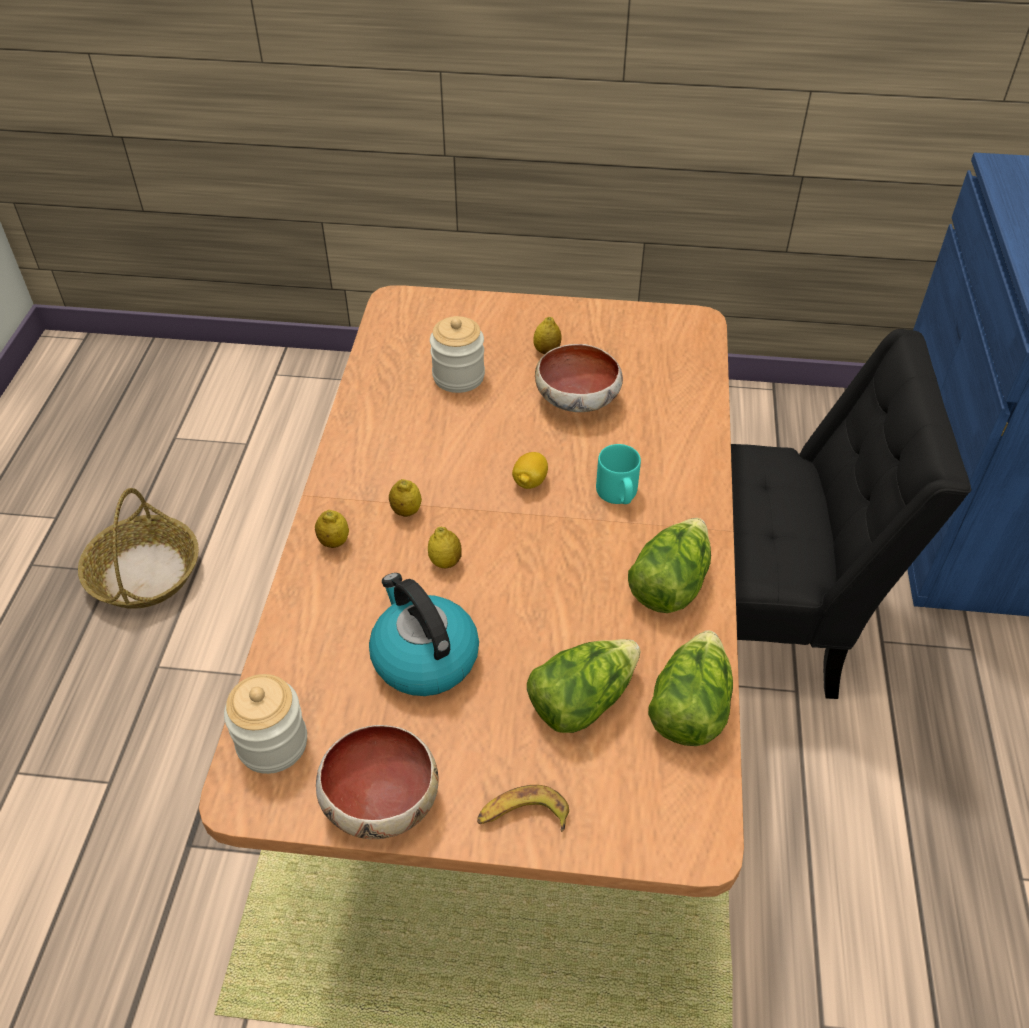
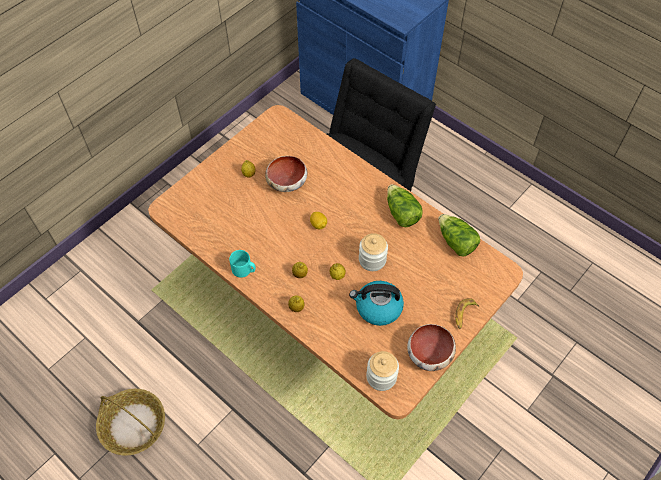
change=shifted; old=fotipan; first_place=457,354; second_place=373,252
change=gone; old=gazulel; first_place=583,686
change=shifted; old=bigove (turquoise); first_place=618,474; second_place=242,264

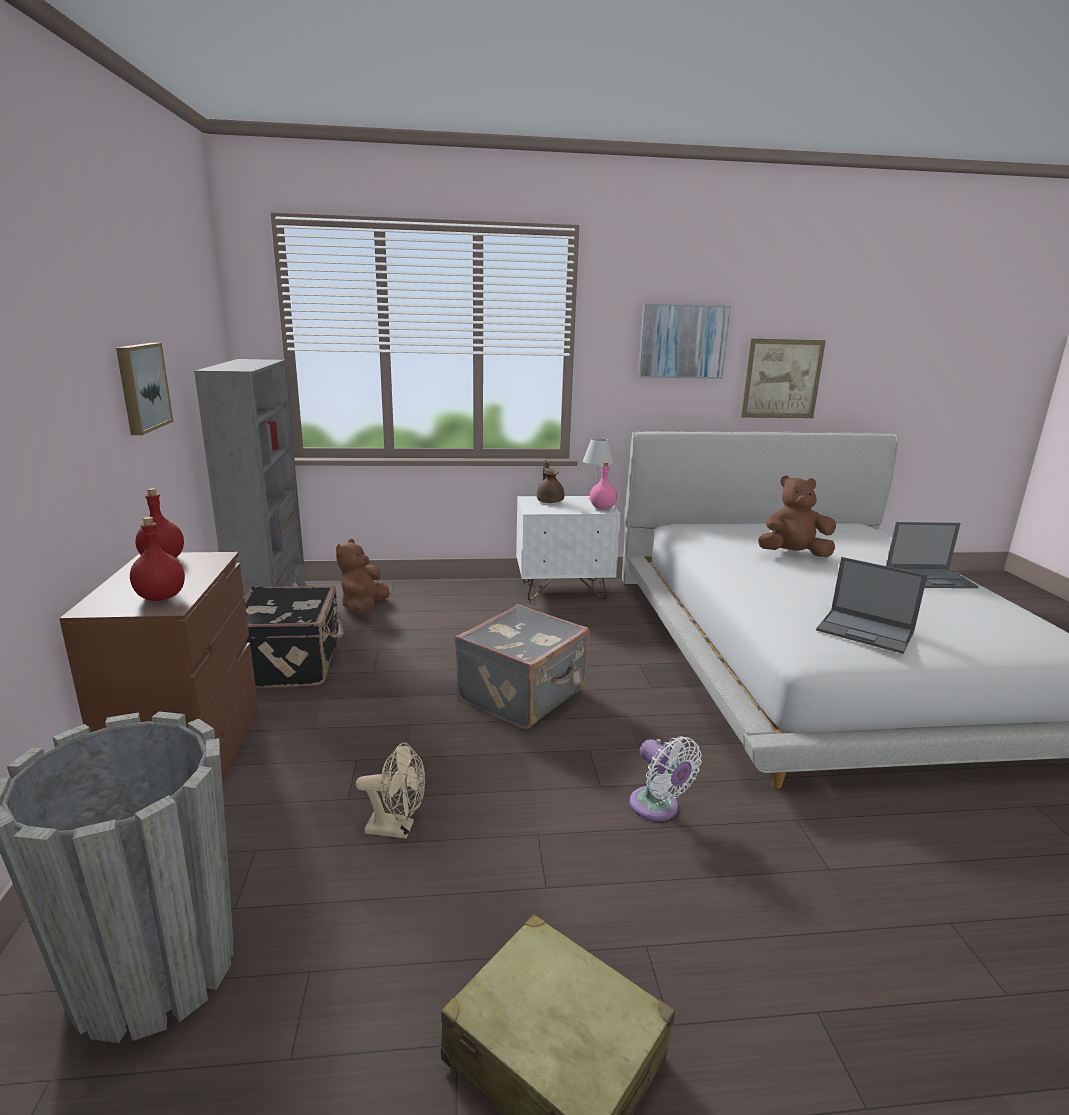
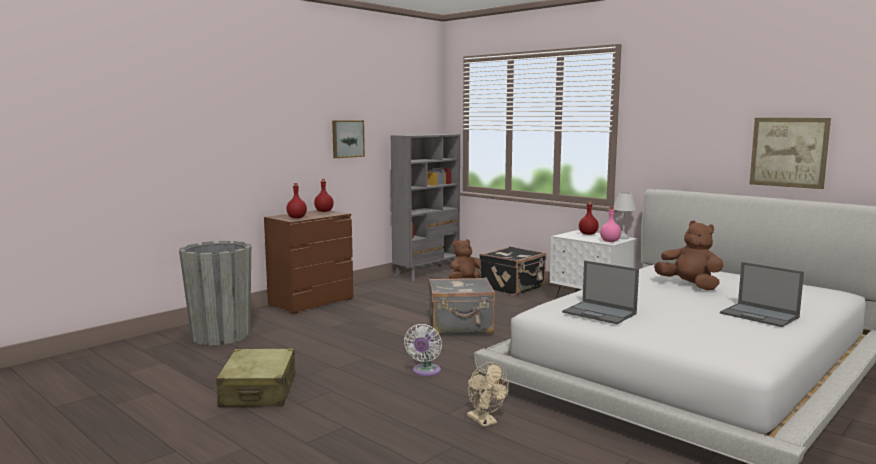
change=shifted; old=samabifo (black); first_place=294,637; second_place=513,271
change=shifted; old=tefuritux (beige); first_place=390,790; second_place=488,394
change=swapped; old=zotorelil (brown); new=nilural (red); first_place=550,481; second_place=589,218
change=gone; old=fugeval; first_place=684,341
change=rotated; old=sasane; first_place=871,605; second_place=600,292; degrees=-45

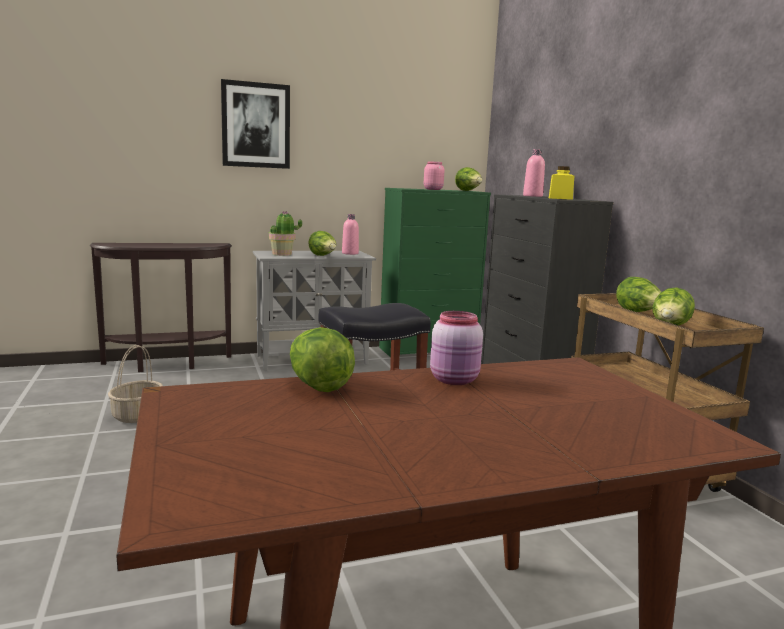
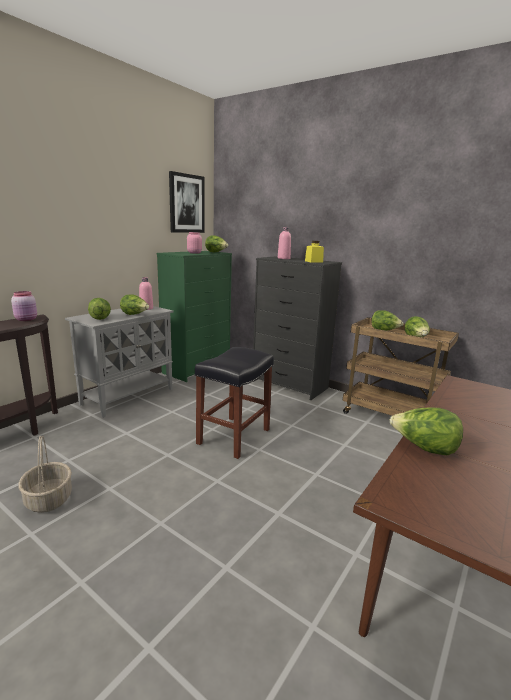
change=shifted; old=fugeval; first_place=255,124; second_place=187,202
change=swapped; old=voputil; new=gazulel; first_place=285,233; second_place=99,309
change=shifted; old=fotipan (pink); first_place=456,348; second_place=24,306

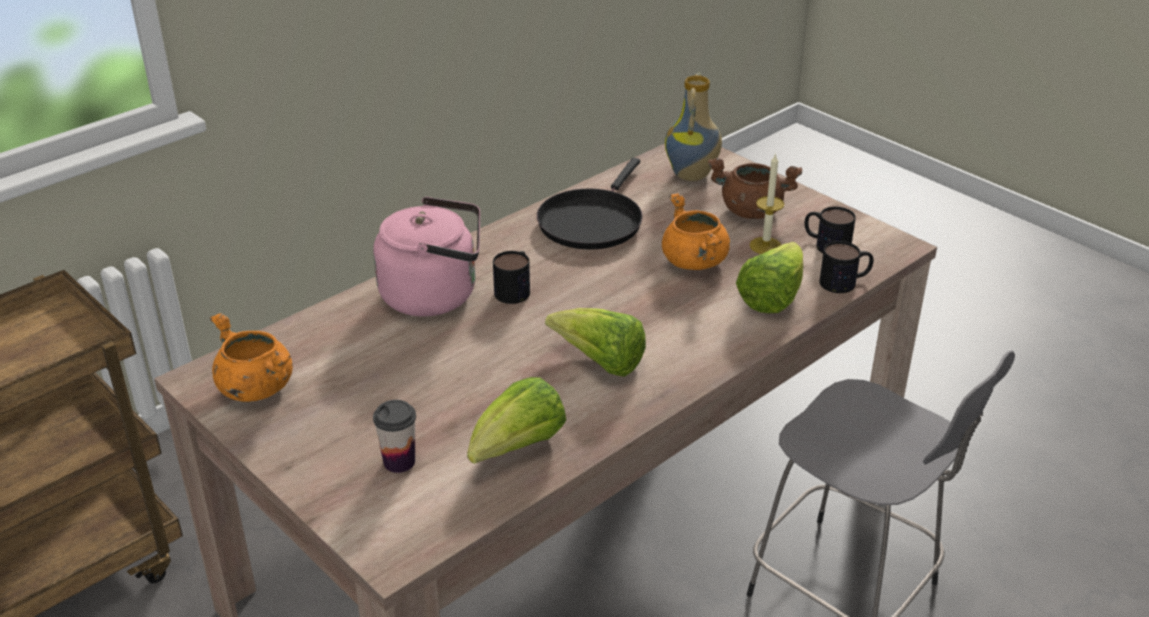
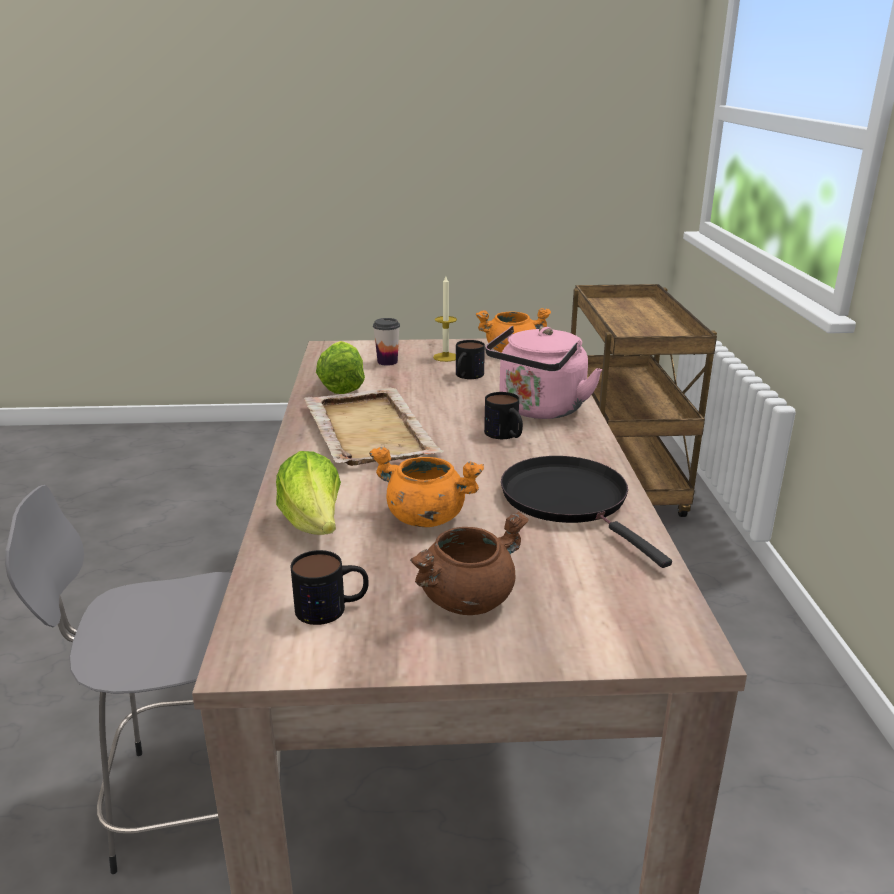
change=swapped; old=gazulel; new=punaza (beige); first_place=595,342; second_place=374,426
change=gone; old=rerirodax; first_place=693,126
change=shifted; old=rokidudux; first_place=767,203; second_place=445,319
change=shifted; old=bigove; first_place=847,267; second_place=470,359

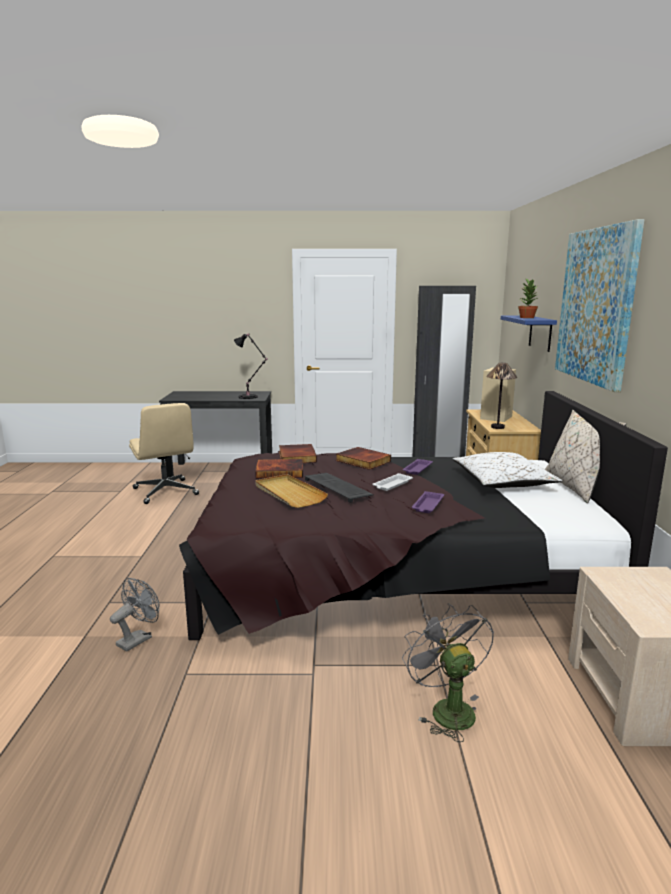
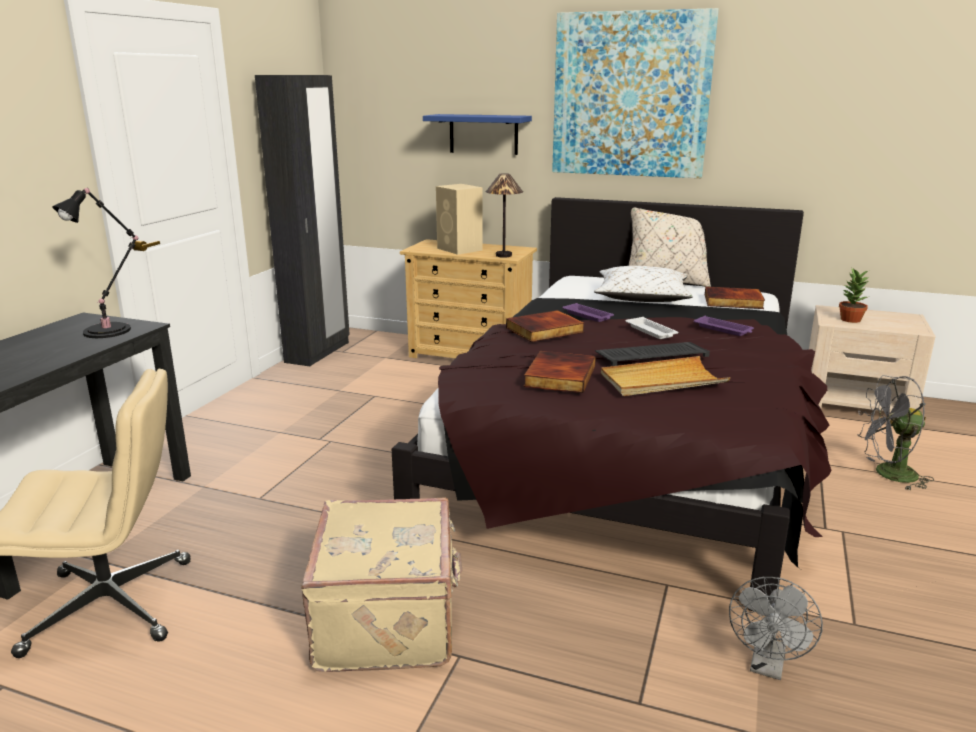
change=rotated; old=tefuritux (grey); first_place=135,615; second_place=776,628; degrees=-120
change=shifted; old=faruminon; first_place=298,453; second_place=735,297
change=shifted; old=voputil; first_place=528,298; second_place=854,295
change=new; new=samabifo (beige); second_place=381,585

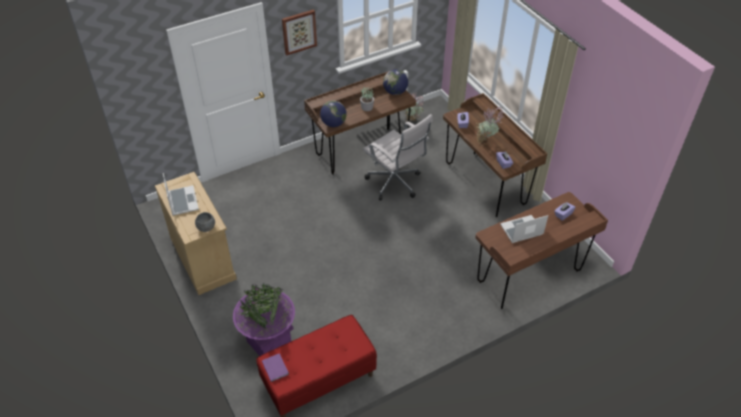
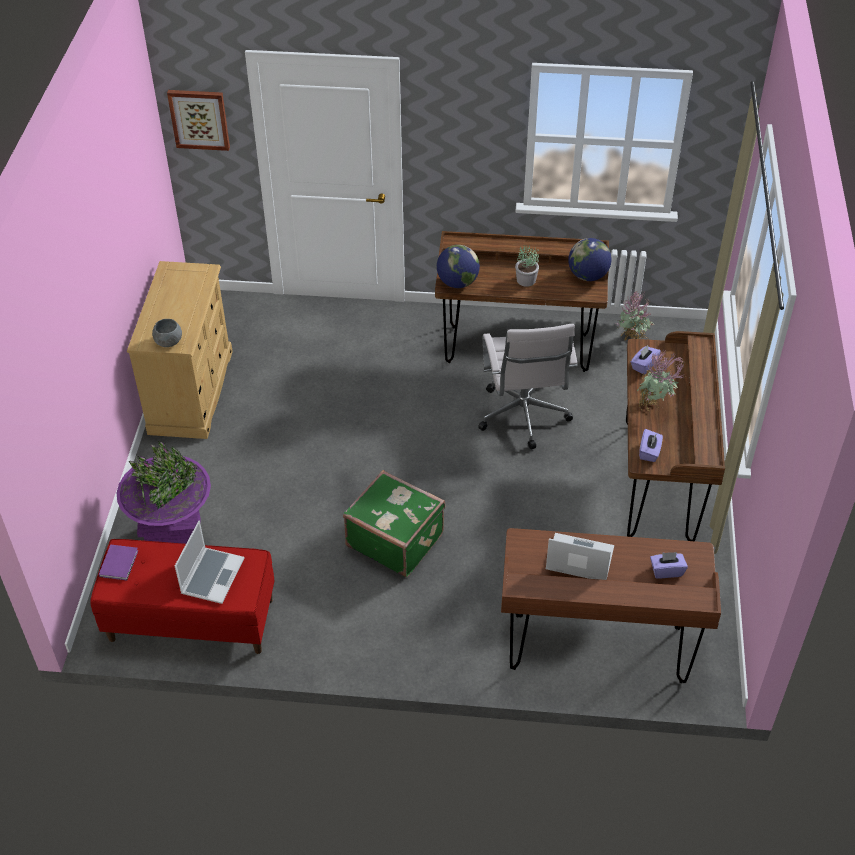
change=shifted; old=sasane; first_place=181,194; second_place=209,562
change=shifted; old=fugeval; first_place=299,32; second_place=198,120
change=new; new=samabifo (green); second_place=394,523

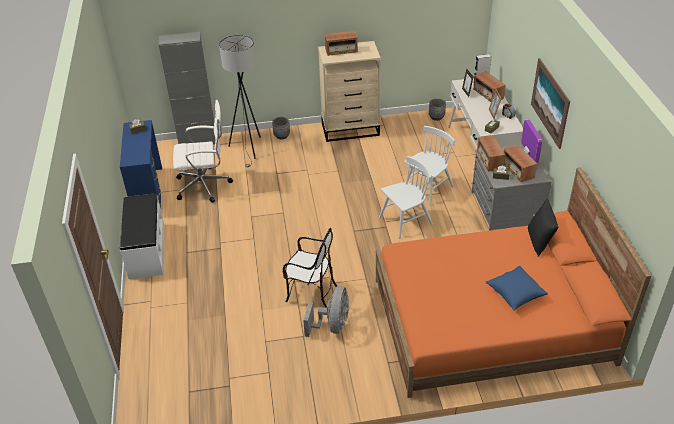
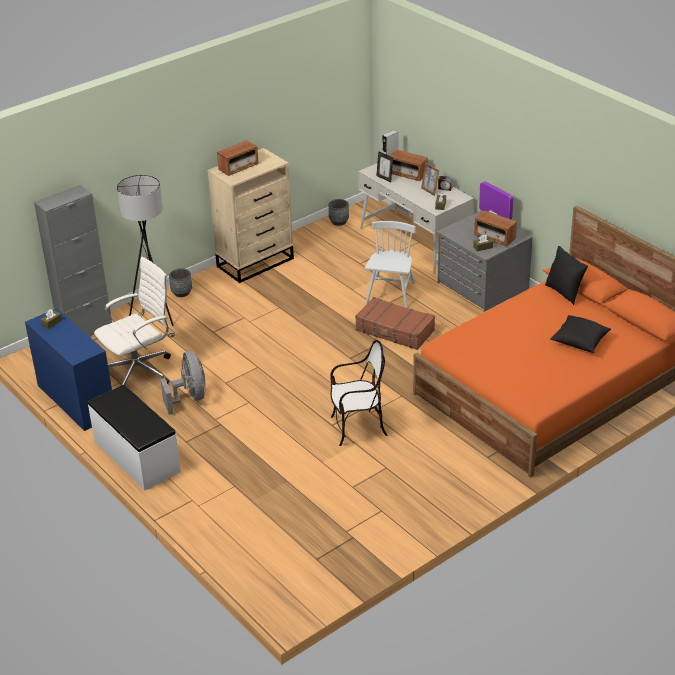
change=shifted; old=tefuritux (grey); first_place=326,311; second_place=183,383
change=swapped; old=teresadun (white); new=samabifo (brown); first_place=406,197; second_place=395,323
change=gone; old=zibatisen; first_place=491,153
change=repainted; old=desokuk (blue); new=desokuk (black); first_place=517,288; second_place=580,334
change=gone; old=fugeval; first_place=550,103

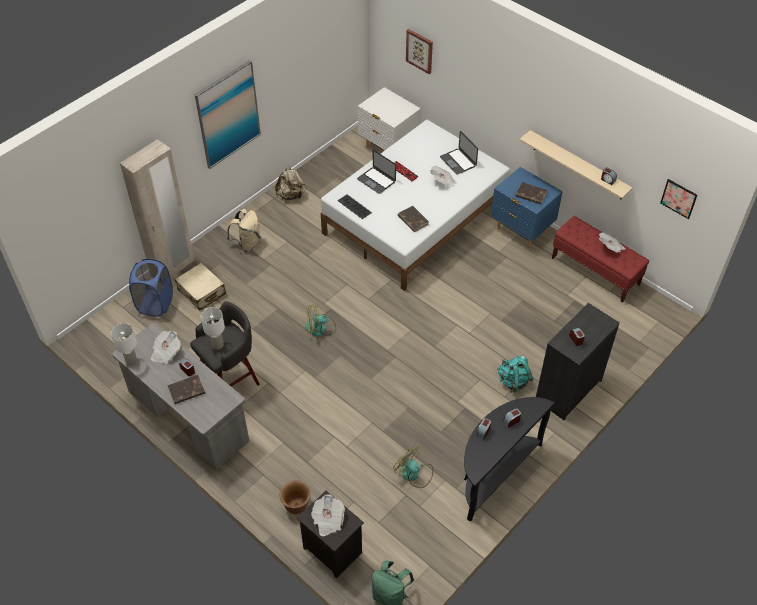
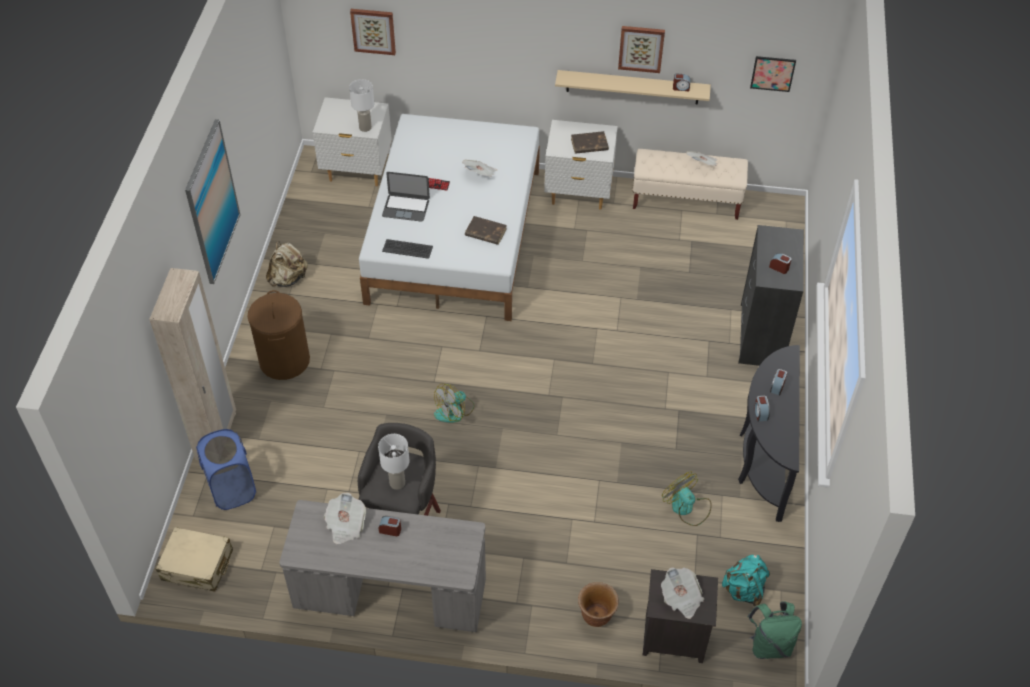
change=shifted; old=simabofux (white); first_place=124,344; second_place=361,105
change=gone; old=faruminon (brown); first_place=186,389
change=shifted; old=samabifo (beige); first_place=200,287; second_place=194,559
change=swapped; old=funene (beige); new=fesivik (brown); first_place=244,230; second_place=278,335
change=rotated; old=tefuritux; first_place=413,467; second_place=687,498; degrees=45
change=gone; old=sasane; first_place=459,153
change=repainted; old=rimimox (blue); new=rimimox (white); first_place=527,207; second_place=581,165
change=shifted; old=funene (turquoise); first_place=515,374; second_place=746,580
change=repainted; old=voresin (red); new=voresin (beige); first_place=600,259; second_place=690,184
change=new; new=fugeval; second_place=641,49

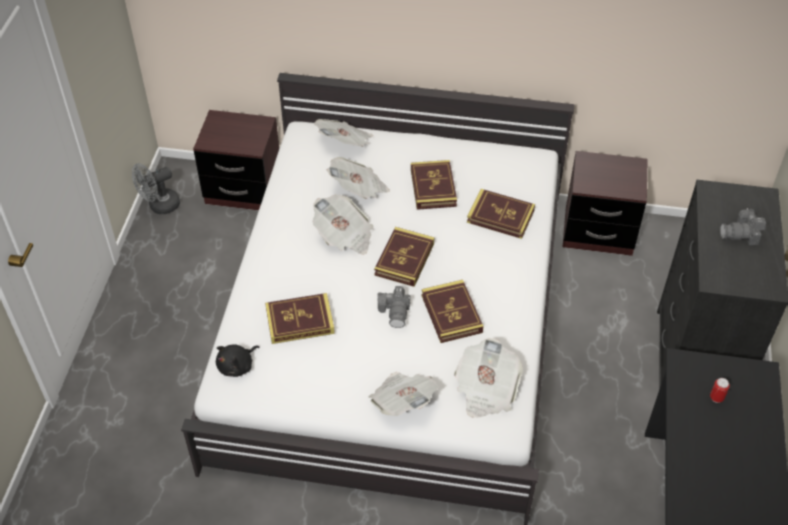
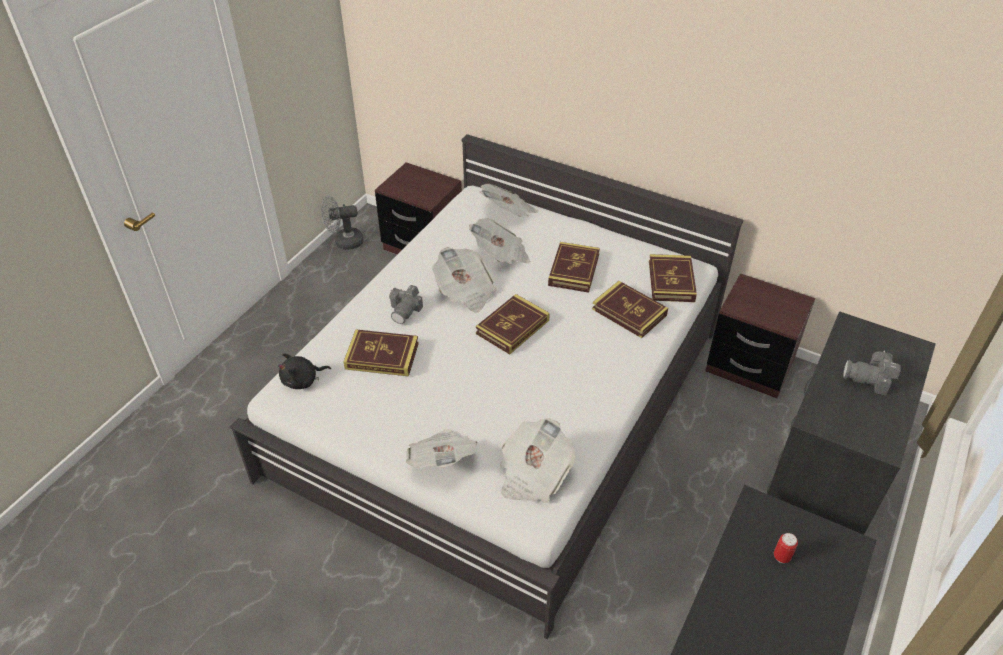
change=shifted; old=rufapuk; first_place=394,307; second_place=406,304
change=shifted; old=faruminon; first_place=452,311; second_place=673,278

